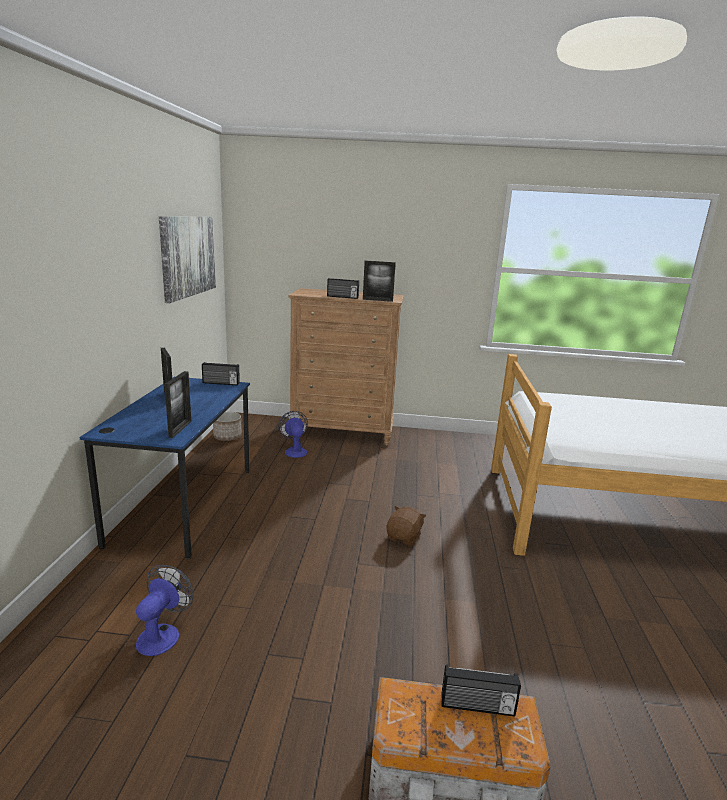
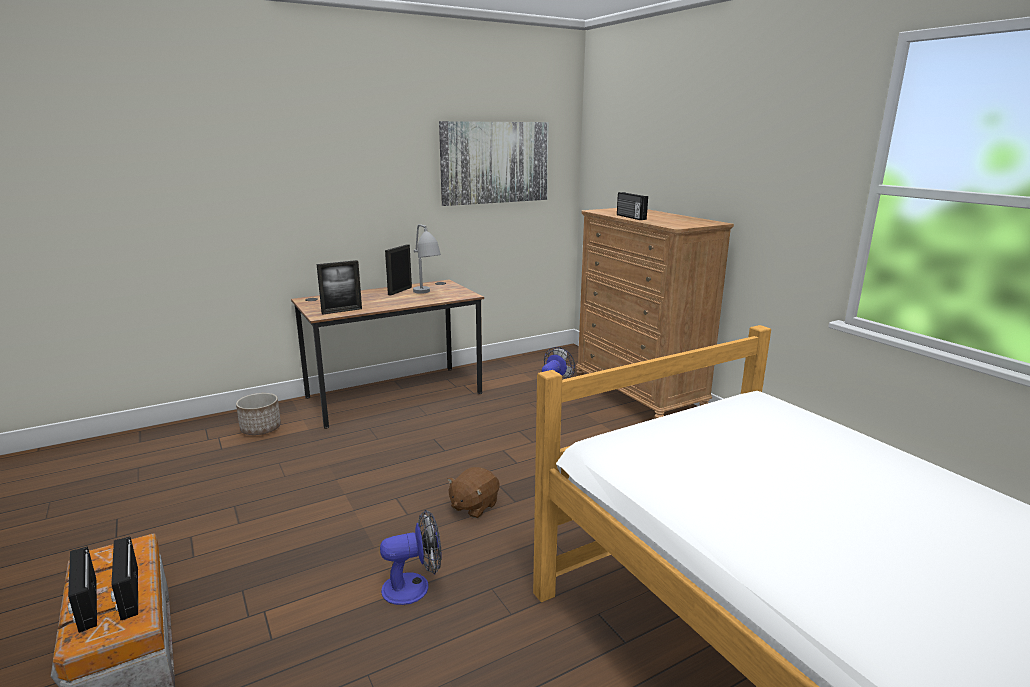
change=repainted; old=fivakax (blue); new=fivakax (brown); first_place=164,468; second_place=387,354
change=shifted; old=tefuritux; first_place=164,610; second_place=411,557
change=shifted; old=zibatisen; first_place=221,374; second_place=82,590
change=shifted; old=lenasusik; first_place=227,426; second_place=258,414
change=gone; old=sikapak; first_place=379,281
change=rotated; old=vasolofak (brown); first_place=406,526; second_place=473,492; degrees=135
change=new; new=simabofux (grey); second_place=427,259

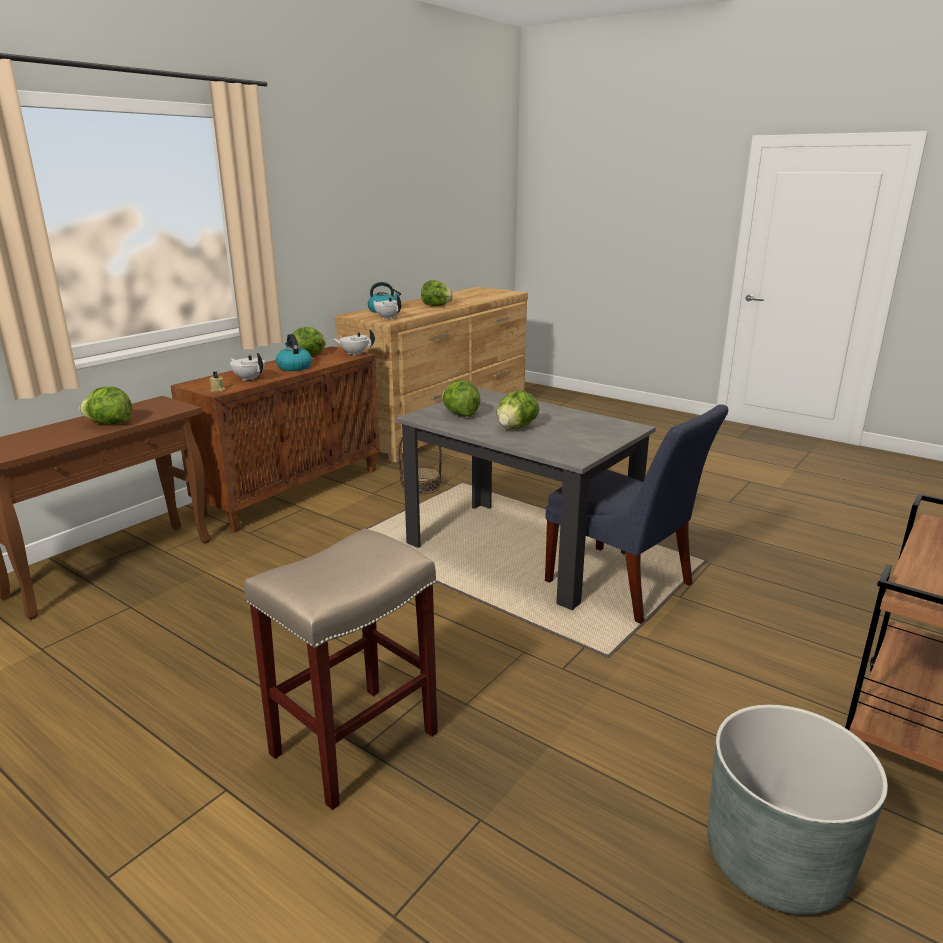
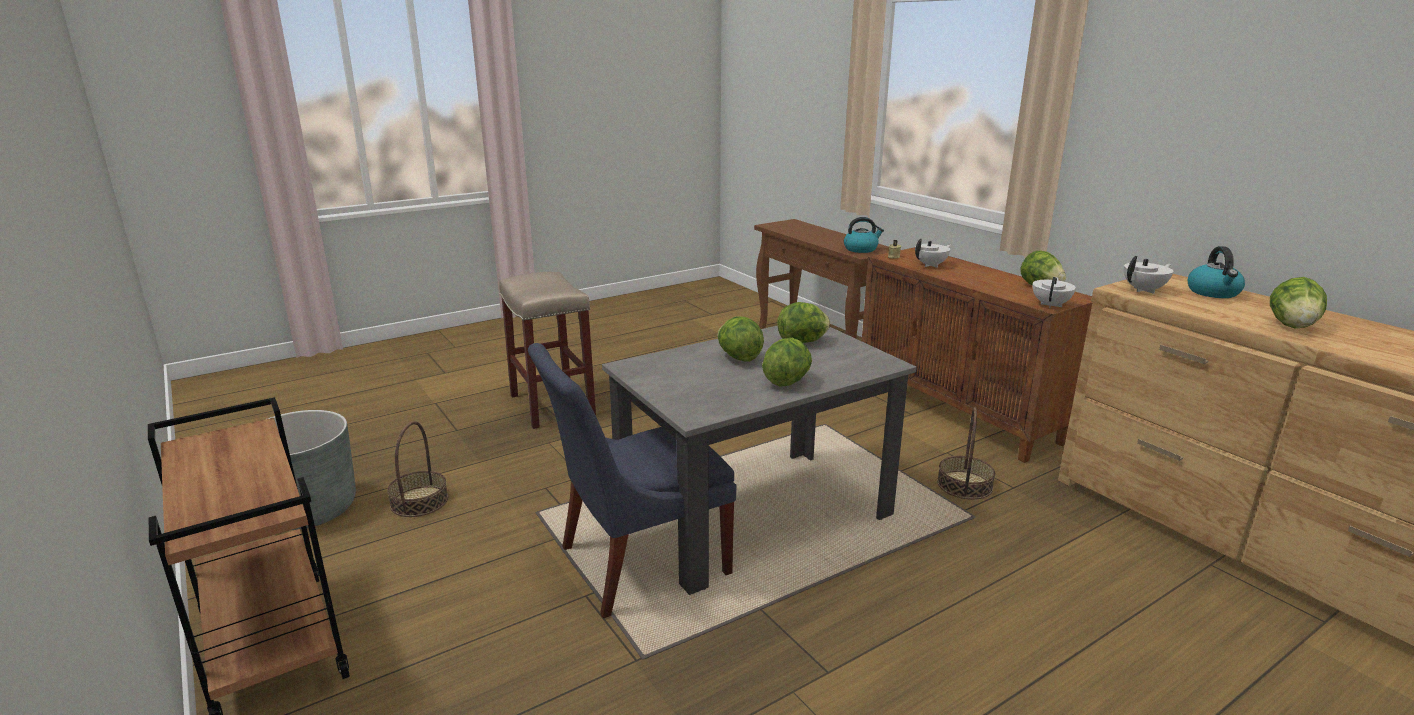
change=shifted; old=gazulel; first_place=105,406; second_place=787,362
change=shifted; old=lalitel; first_place=294,352; second_place=864,235
change=new; new=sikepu; second_place=417,469

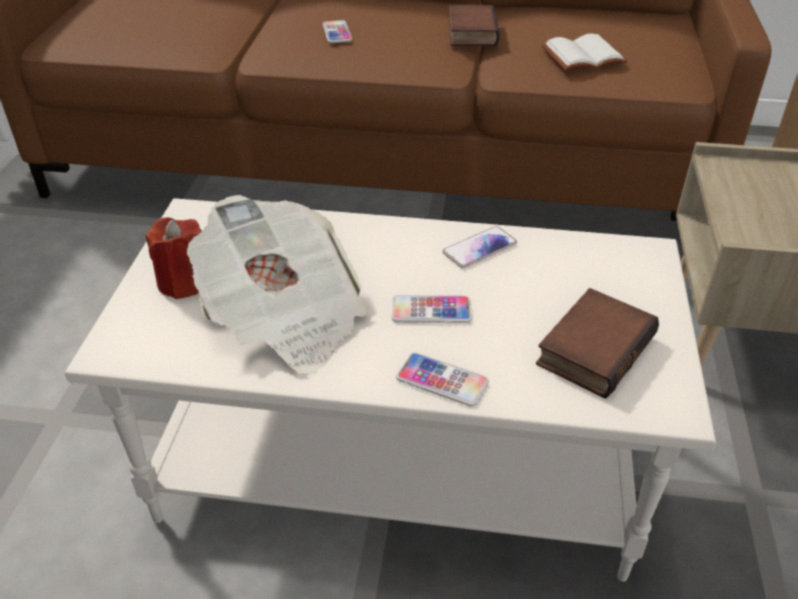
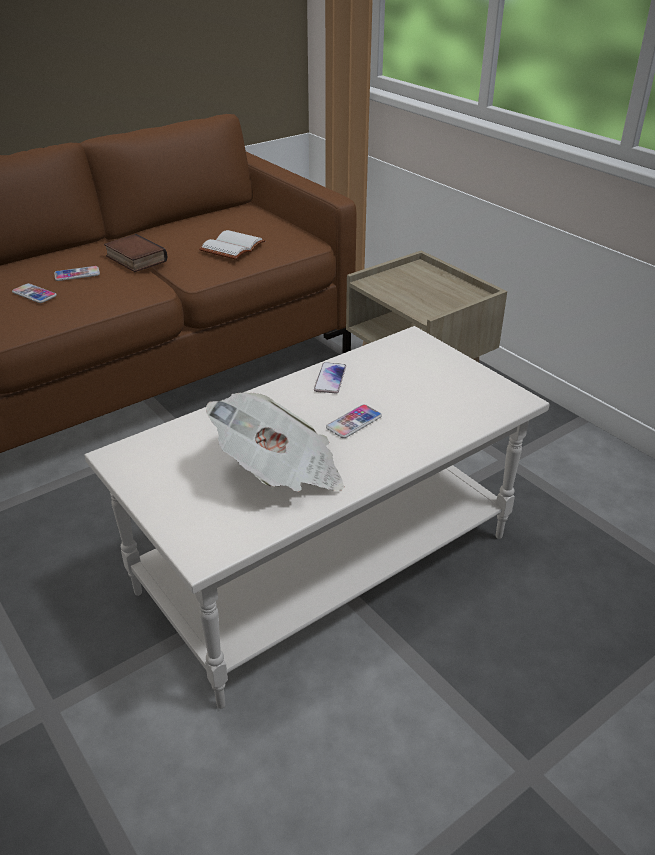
change=gone; old=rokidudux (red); first_place=174,258
change=shifted; old=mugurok; first_place=442,379; second_place=77,273
change=gone; old=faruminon; first_place=597,343

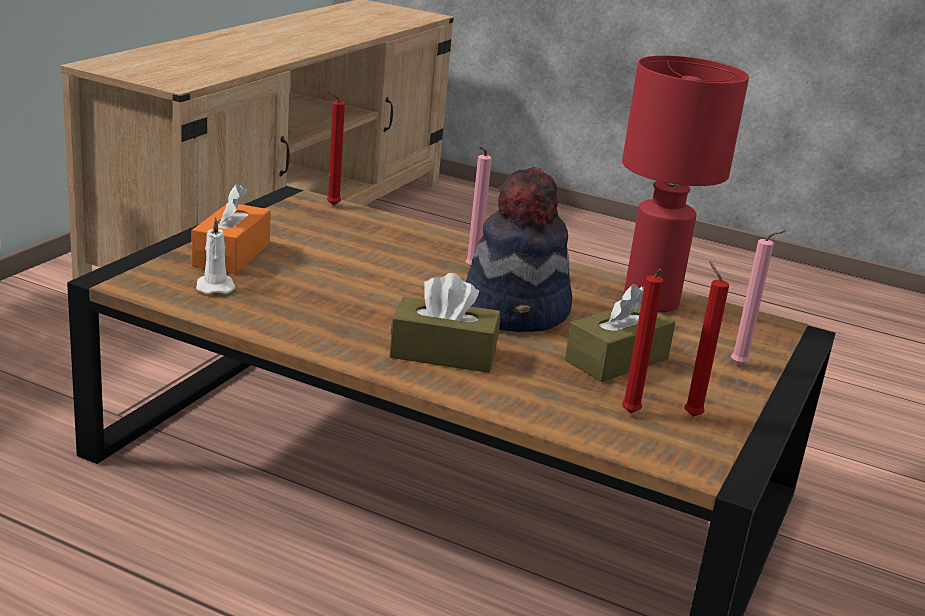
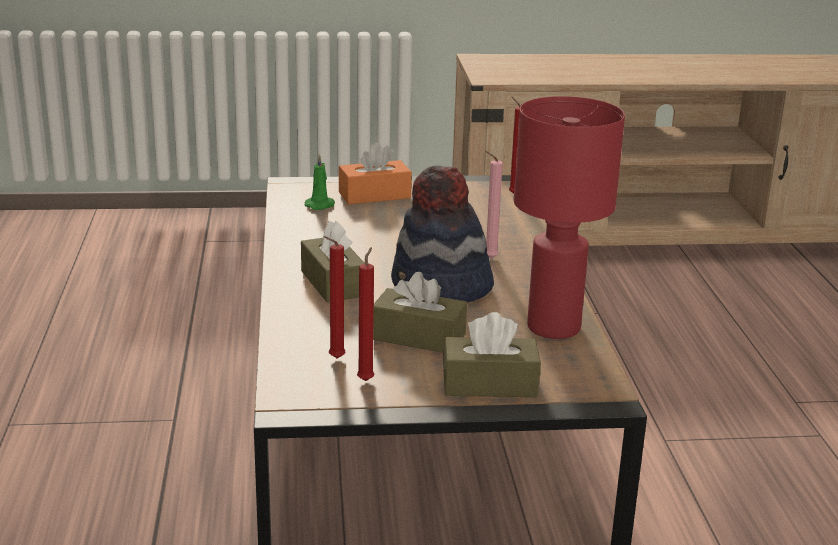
change=repainted; old=rokidudux (white); new=rokidudux (green); first_place=216,255; second_place=320,182
change=swapped; old=rokidudux (pink); new=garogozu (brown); first_place=758,298; second_place=492,354

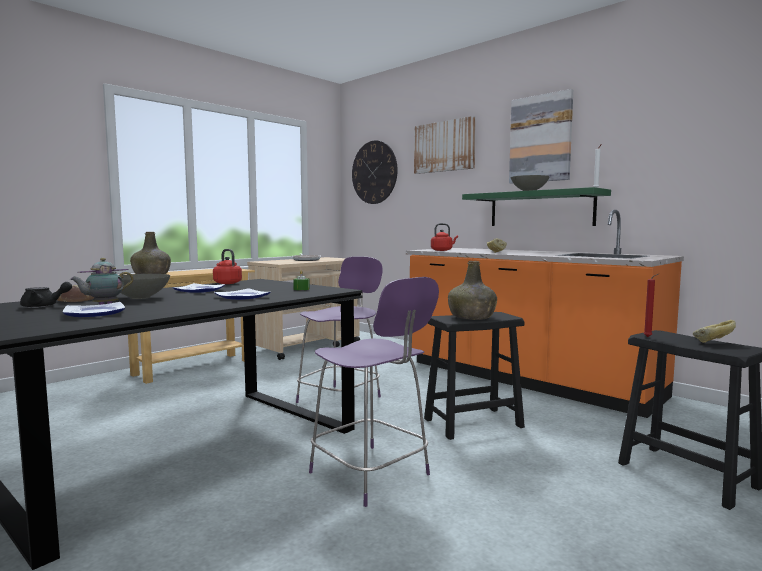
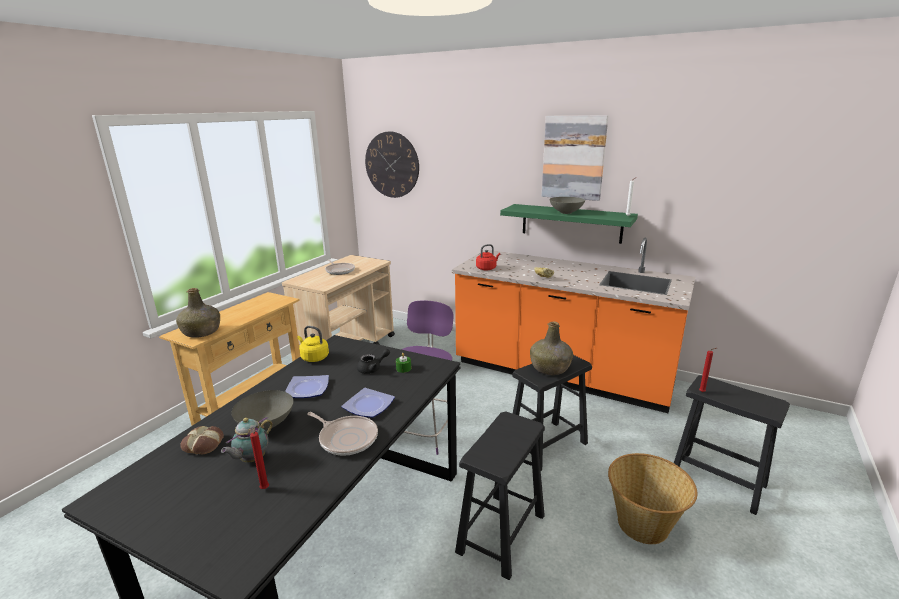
change=shifted; old=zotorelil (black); first_place=46,295; second_place=373,361
change=swapped; old=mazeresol; new=rokidudux (red); first_place=94,309; second_place=259,459
change=repainted; old=lalitel (red); new=lalitel (yellow); first_place=227,266; second_place=313,344
change=swapped; old=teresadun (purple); new=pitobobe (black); first_place=374,392; second_place=500,496
change=gone; old=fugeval; first_place=445,145
change=gone; old=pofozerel; first_place=714,331
change=new; new=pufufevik; second_place=342,434
change=new; new=sikepu; second_place=652,498

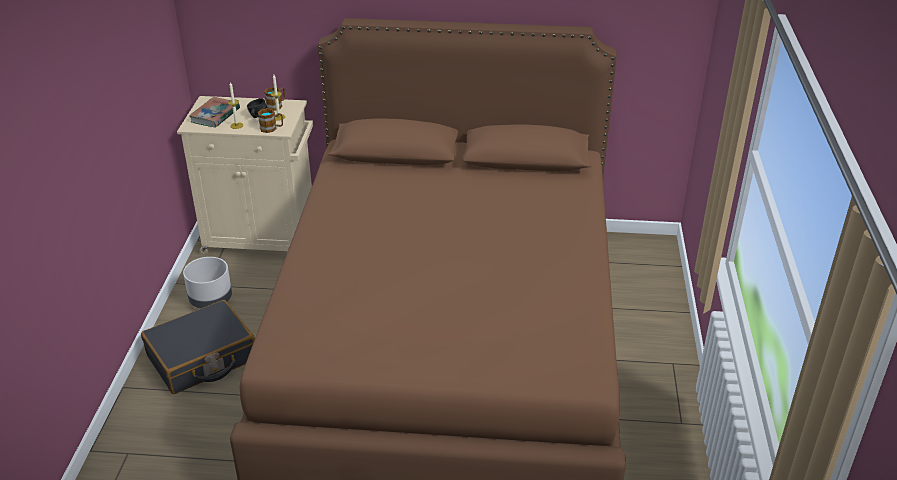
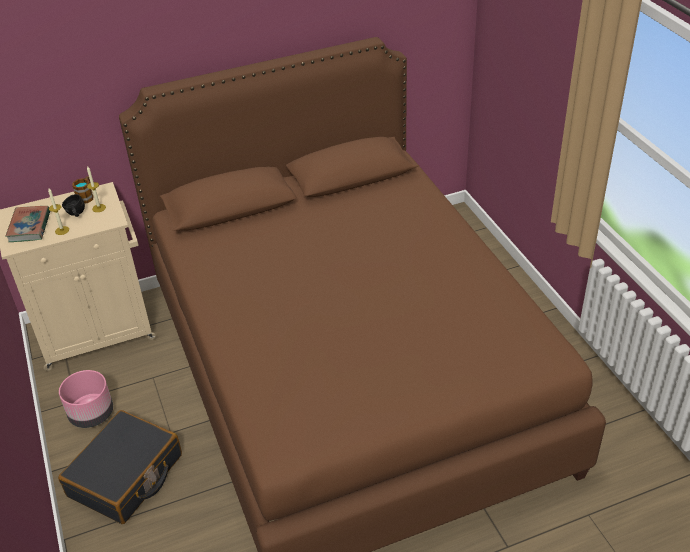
change=repainted; old=lenasusik (grey); new=lenasusik (pink); first_place=207,283; second_place=86,399
change=gone; old=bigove; first_place=270,120

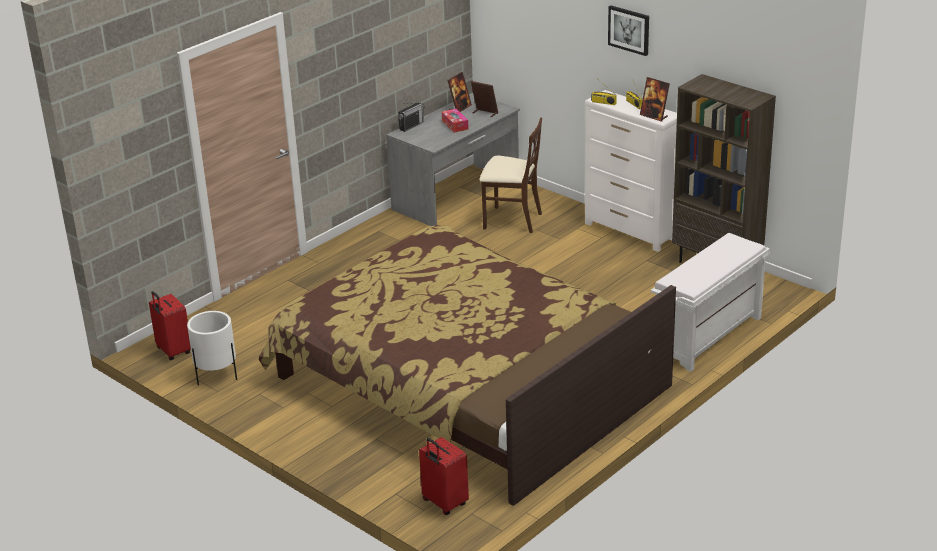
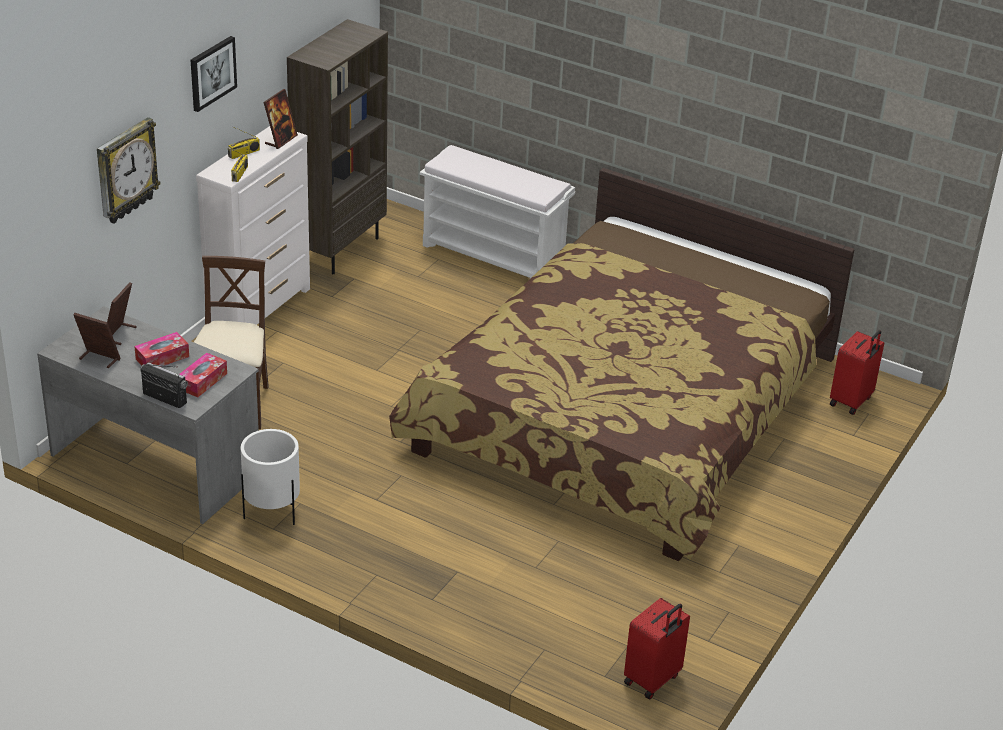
change=shifted; old=lenasusik (white); first_place=212,348; second_place=270,477
change=new; new=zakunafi; second_place=128,170
change=new; new=garogozu; second_place=203,375

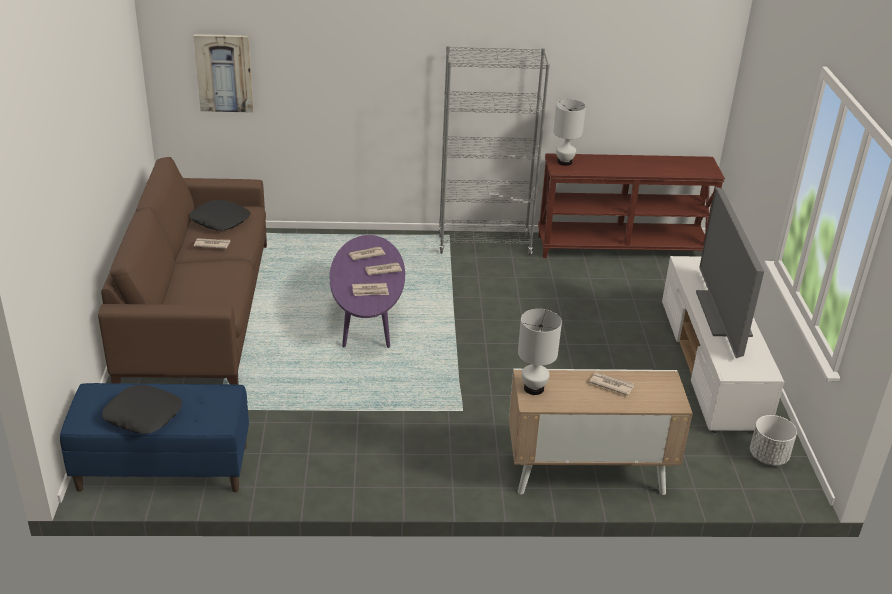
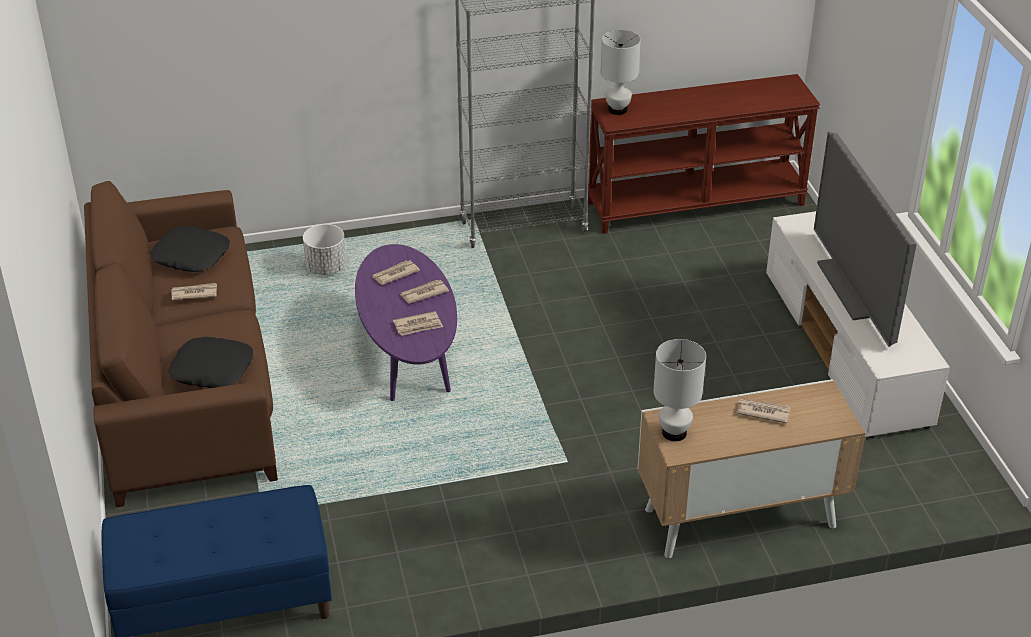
change=shifted; old=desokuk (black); first_place=142,409; second_place=210,362
change=gone; old=fugeval; first_place=223,73
change=shifted; old=lenasusik (white); first_place=773,440; second_place=325,249

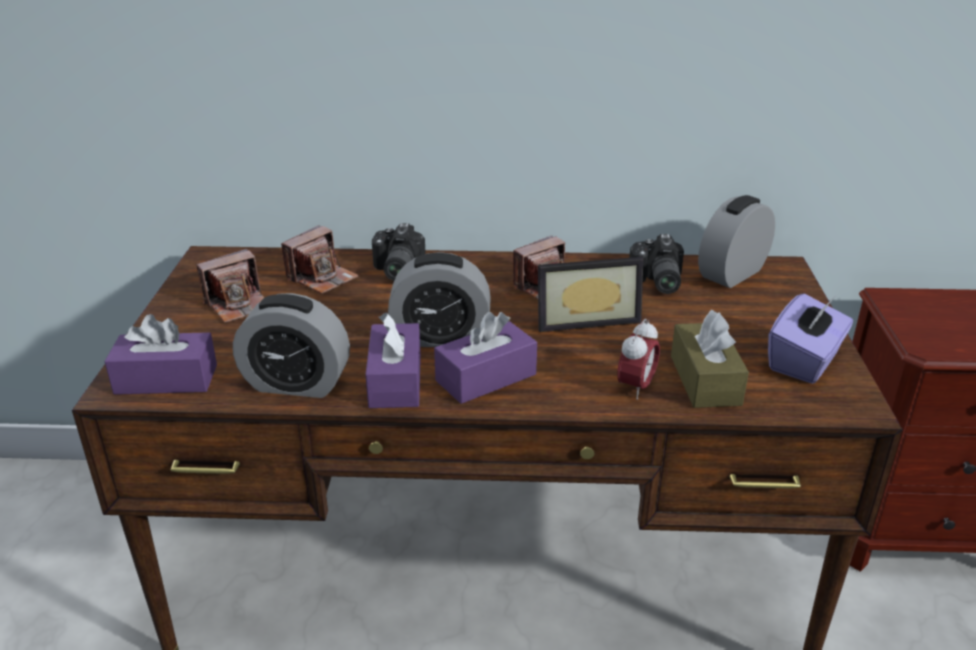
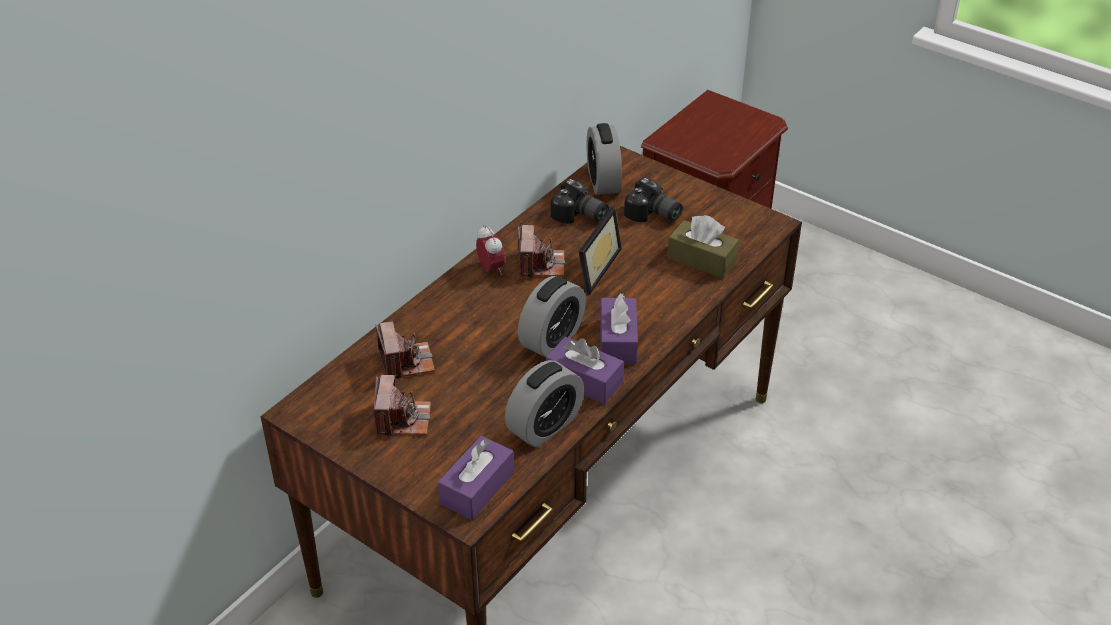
change=shifted; old=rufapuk; first_place=399,252; second_place=653,199
change=shifted; old=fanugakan; first_place=638,359; second_place=490,250
change=gone; old=garogozu (purple); first_place=810,339

